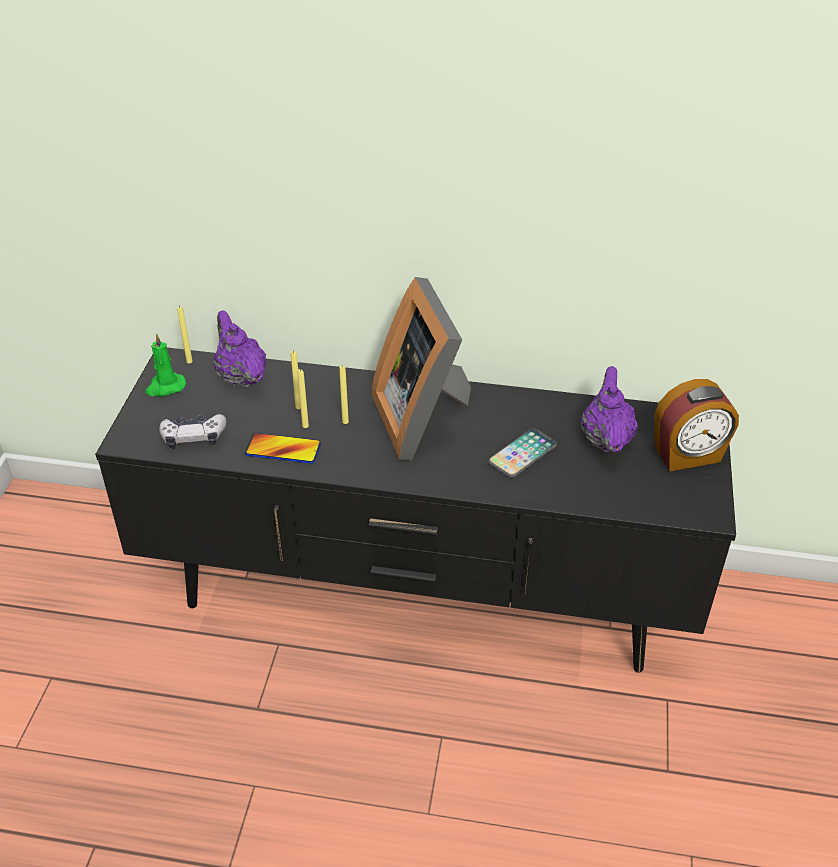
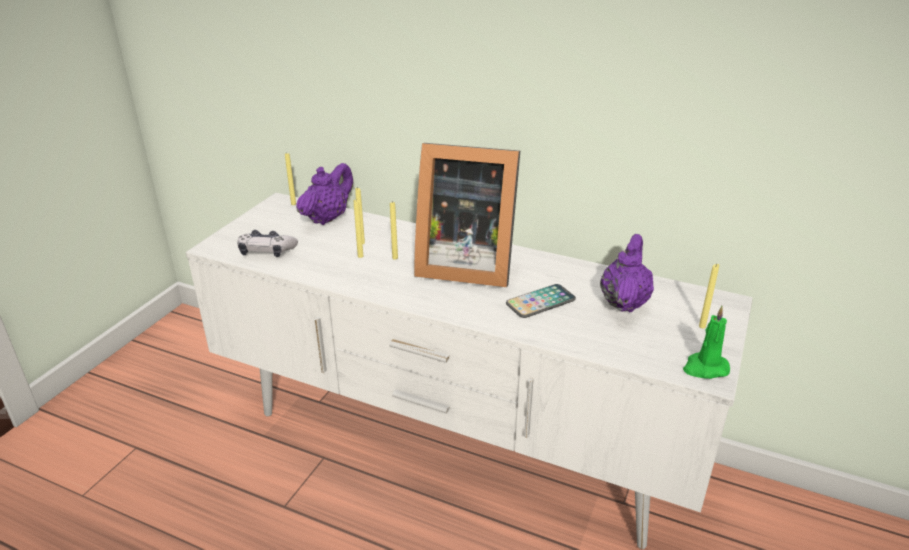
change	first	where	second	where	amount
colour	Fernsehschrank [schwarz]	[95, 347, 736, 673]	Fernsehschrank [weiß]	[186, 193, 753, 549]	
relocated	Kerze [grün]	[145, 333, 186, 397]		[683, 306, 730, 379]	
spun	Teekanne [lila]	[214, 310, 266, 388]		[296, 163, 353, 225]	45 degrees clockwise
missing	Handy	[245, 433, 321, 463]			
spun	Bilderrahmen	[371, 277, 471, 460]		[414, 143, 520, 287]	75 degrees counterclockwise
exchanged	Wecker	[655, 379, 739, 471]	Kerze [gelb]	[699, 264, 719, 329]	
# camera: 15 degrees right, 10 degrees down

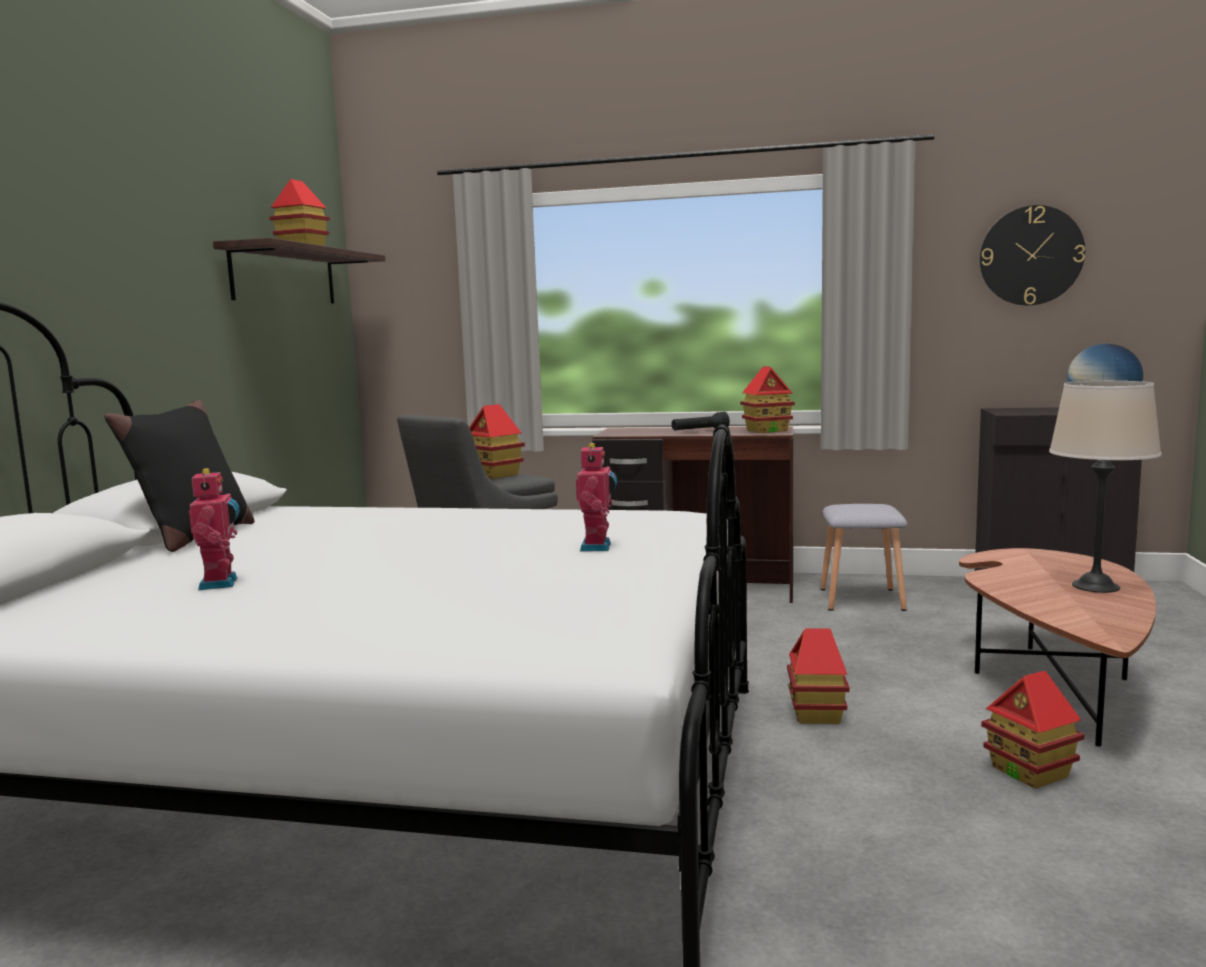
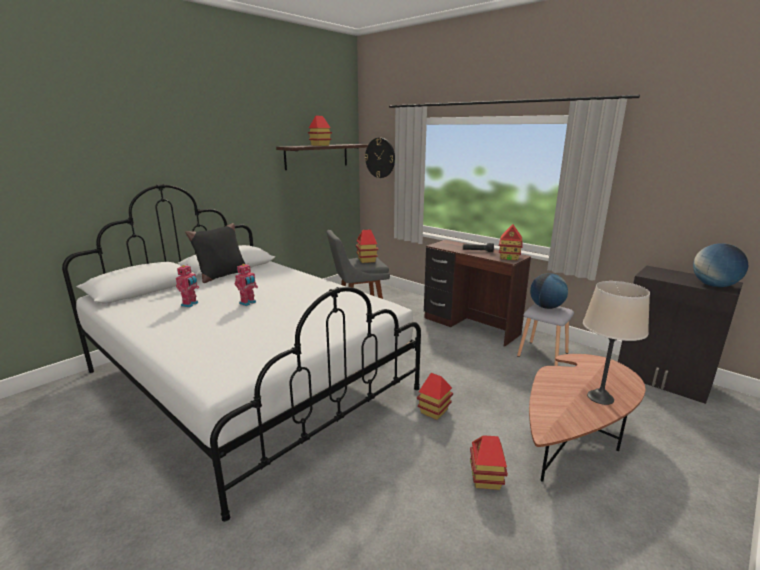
change	first	where	second	where	amount
relocated	Spielzeugroboter	[576, 443, 617, 552]		[235, 263, 258, 306]	
relocated	Wanduhr	[979, 205, 1085, 305]		[365, 138, 395, 178]	
appeared			Globus	[530, 273, 568, 309]	
# camera: 30 degrees right, 10 degrees up

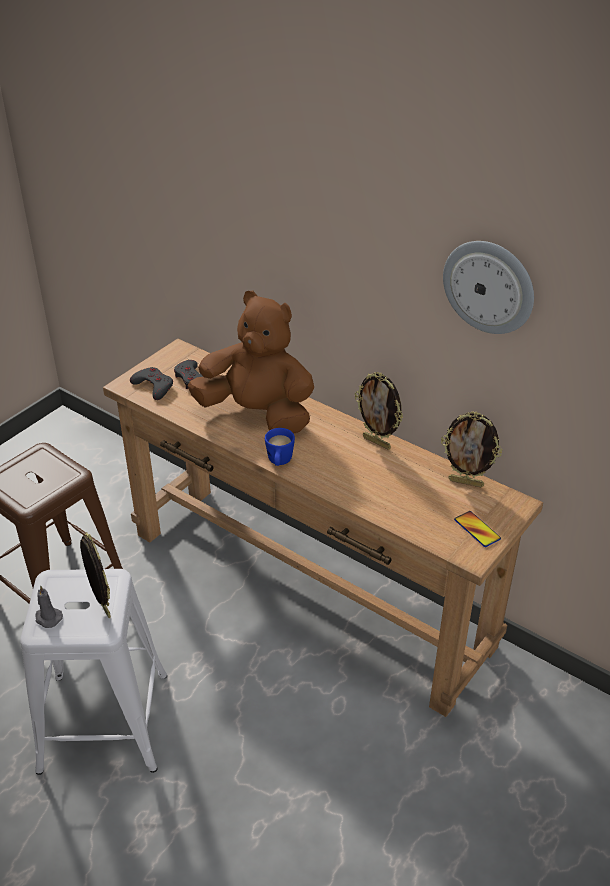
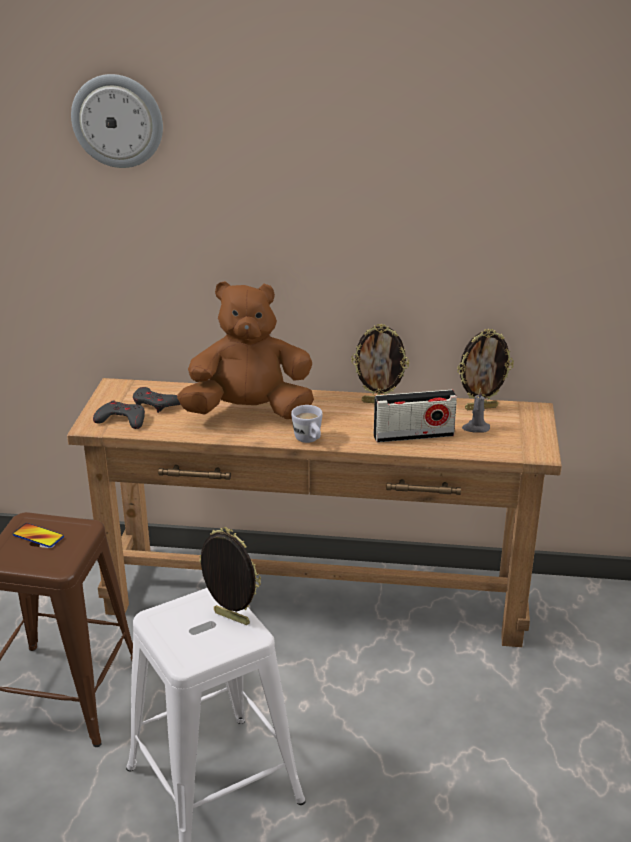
change	first	where	second	where	amount
relocated	Kerze [grau]	[35, 585, 63, 628]		[462, 389, 490, 433]	
colour	Henkelbecher [blau]	[265, 428, 295, 466]	Henkelbecher [weiß]	[291, 405, 323, 443]	
relocated	Wanduhr	[443, 241, 534, 334]		[71, 74, 163, 168]	
relocated	Handy	[454, 511, 501, 547]		[12, 523, 64, 548]	
appeared			Radio	[374, 390, 457, 443]	
# camera: 30 degrees left, 10 degrees down

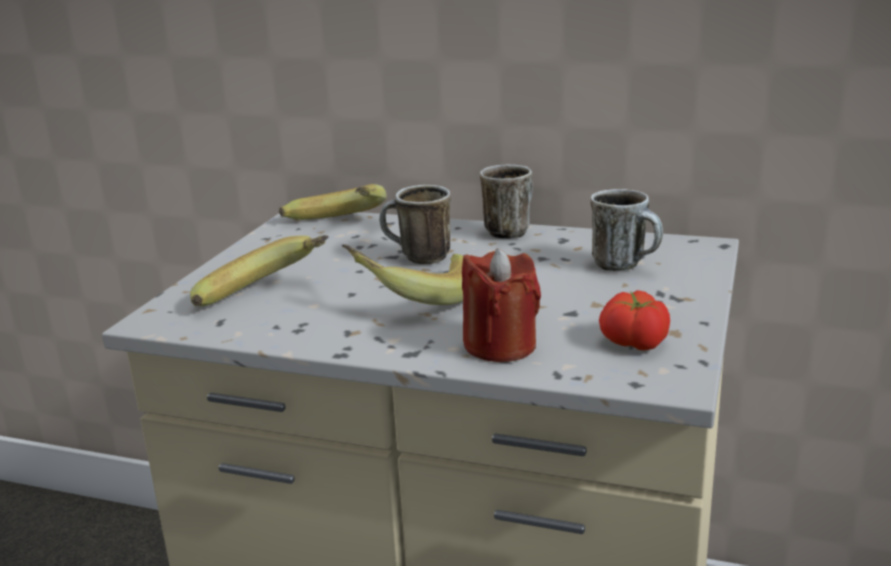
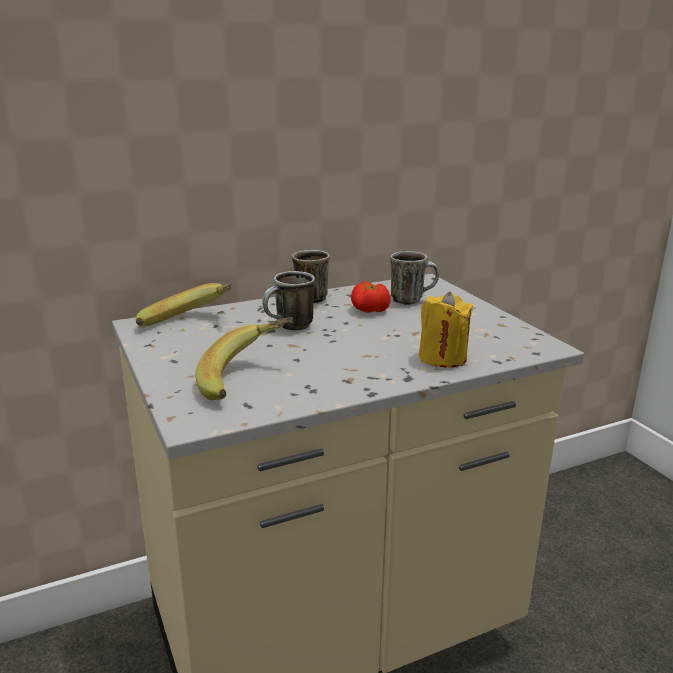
change	first	where	second	where	amount
missing	Banane	[342, 244, 463, 305]			
colour	Kerze [rot]	[462, 248, 541, 362]	Kerze [gelb]	[419, 292, 473, 367]	
relocated	Tomate	[599, 290, 670, 351]		[351, 282, 391, 313]	
# camera: 45 degrees left, 0 degrees up

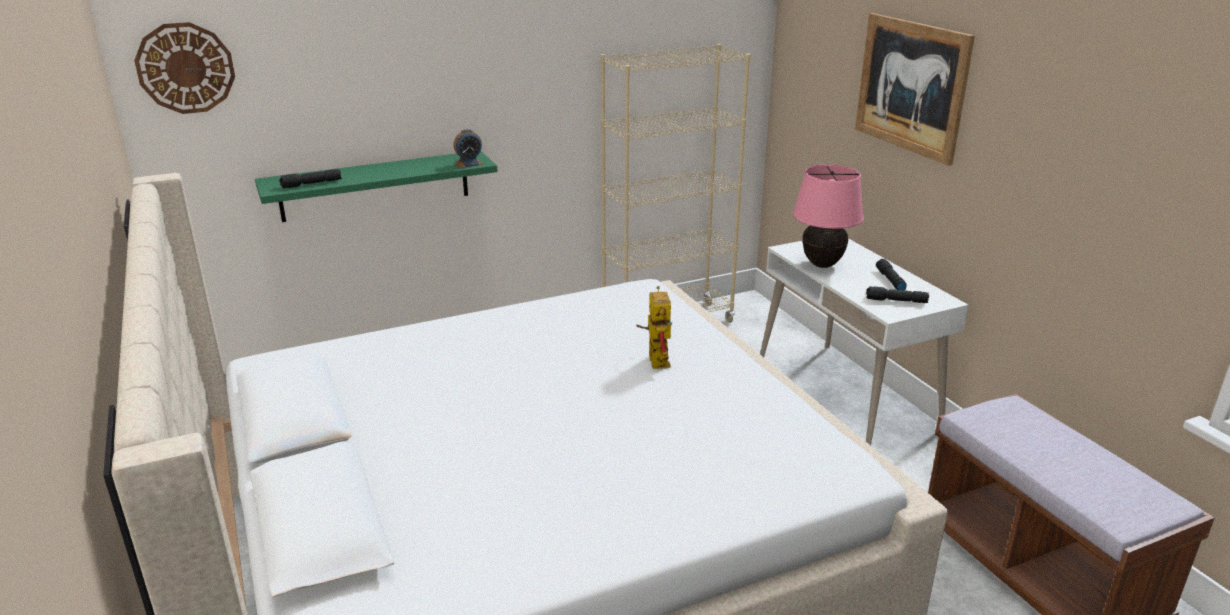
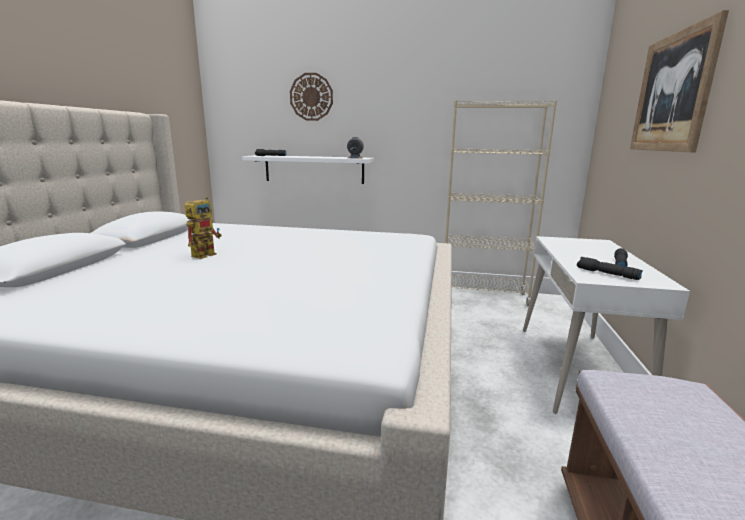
change	first	where	second	where	amount
relocated	Wanduhr	[134, 22, 235, 114]		[290, 73, 333, 121]	
colour	Wandregal [grün]	[255, 151, 498, 222]	Wandregal [weiß]	[242, 155, 374, 184]	
relocated	Spielzeugroboter	[636, 286, 672, 369]		[185, 197, 222, 259]	
missing	Tischlampe [rosa]	[793, 164, 864, 268]			
# camera: 35 degrees right, 10 degrees down

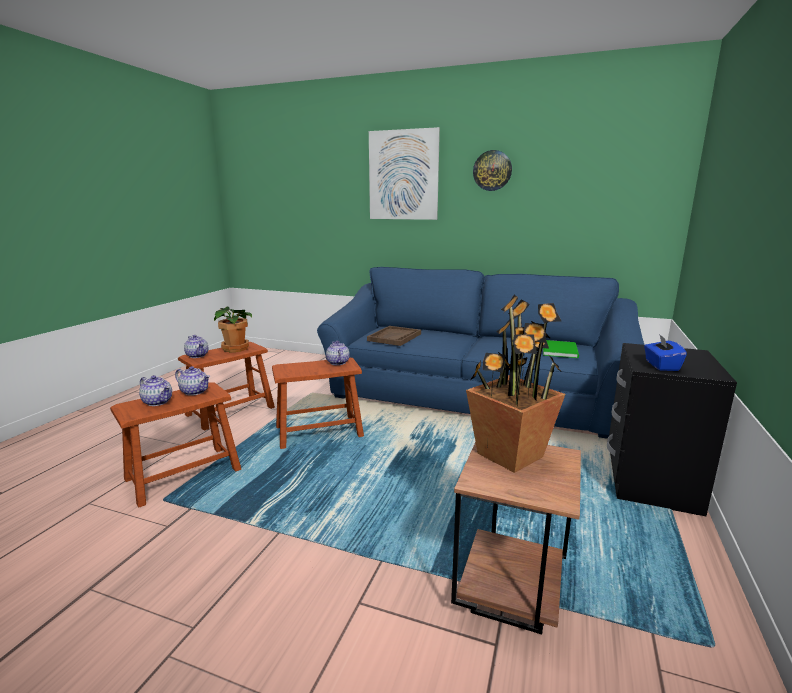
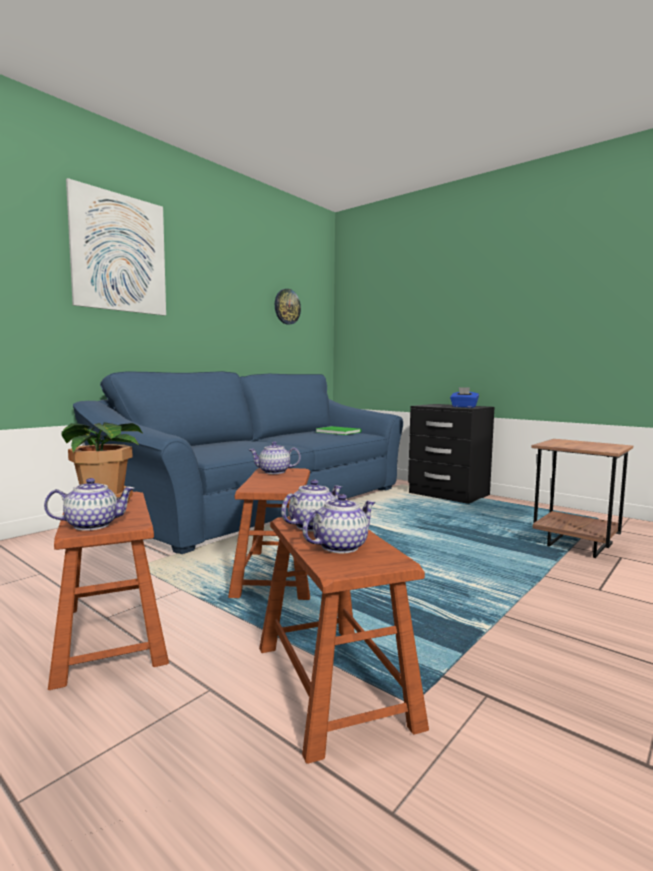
change	first	where	second	where	amount
missing	Tablett [braun]	[367, 326, 421, 346]			
missing	Topfpflanze	[466, 295, 565, 473]			
relocated	Wanduhr	[473, 150, 512, 191]		[275, 289, 301, 325]	
# camera: 70 degrees left, 10 degrees down

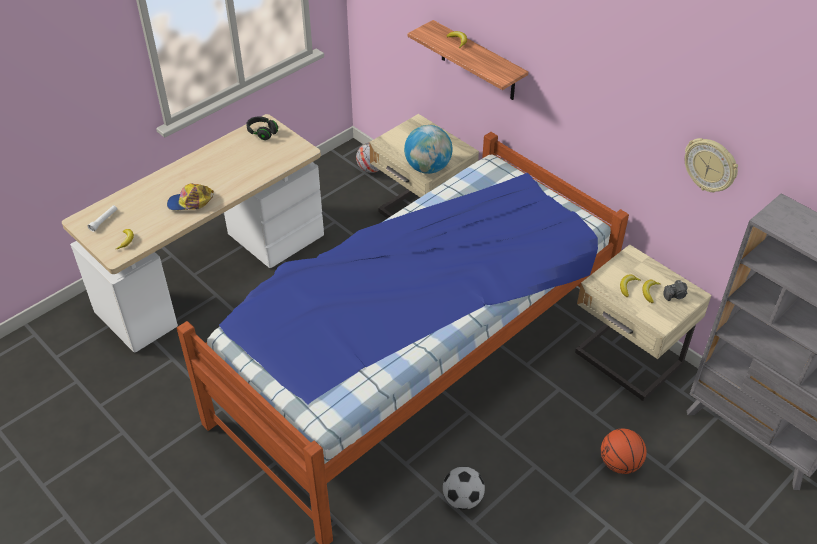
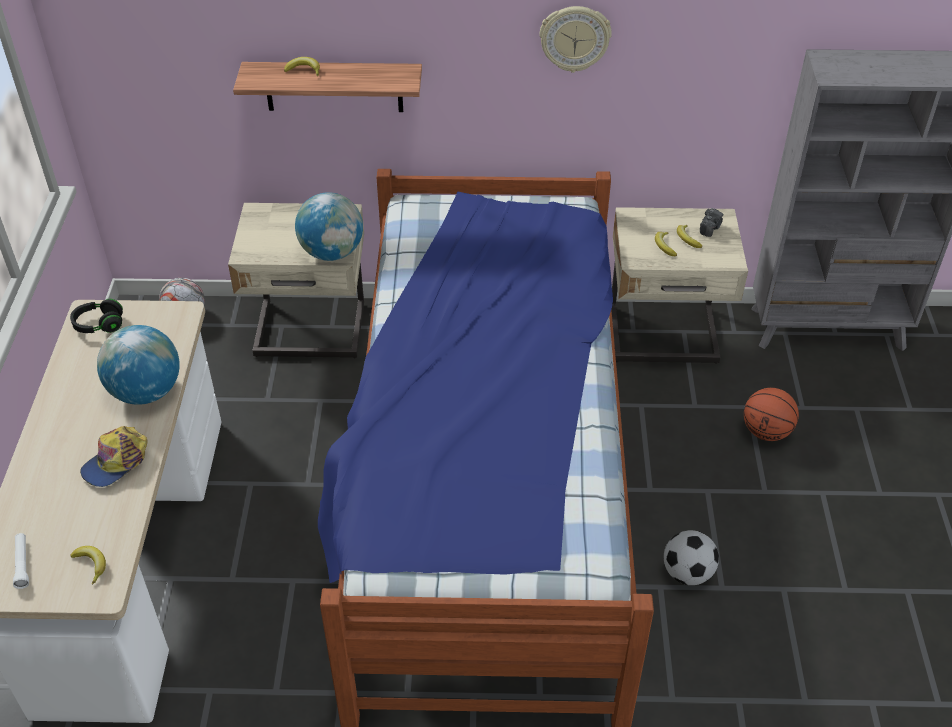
change	first	where	second	where	amount
relocated	Wanduhr	[685, 138, 738, 192]		[540, 6, 612, 73]	
appeared			Globus	[97, 325, 180, 405]	
# camera: 45 degrees left, 0 degrees up

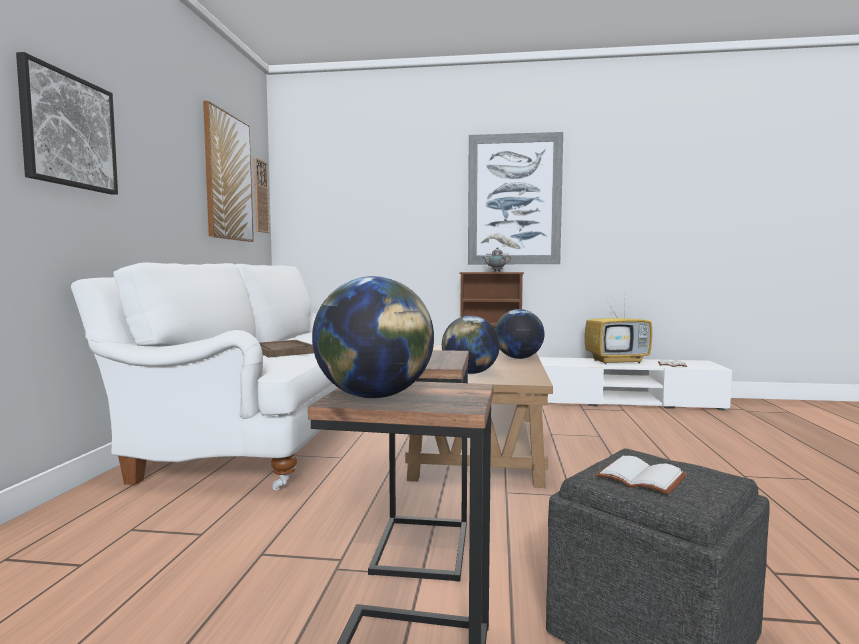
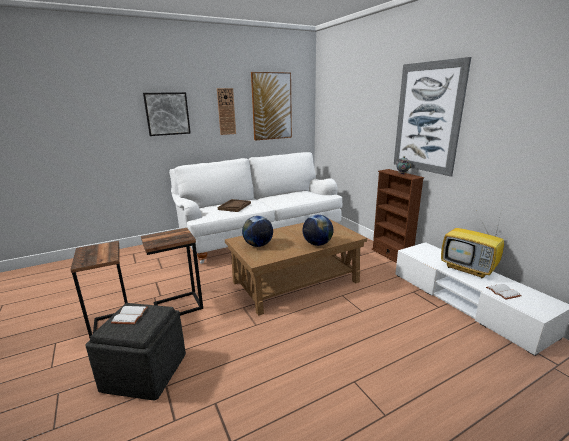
change	first	where	second	where	amount
relocated	Wanduhr	[254, 157, 270, 233]		[217, 88, 236, 135]	
missing	Globus	[312, 276, 434, 399]			
# camera: 55 degrees right, 15 degrees up

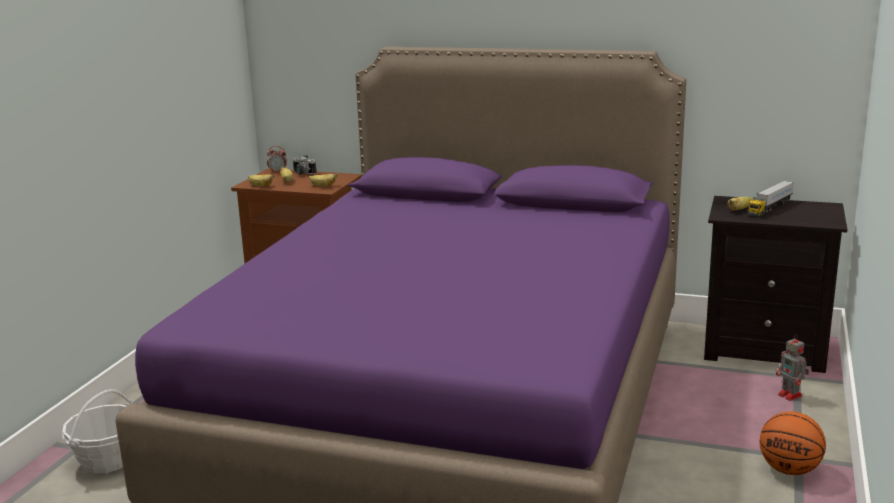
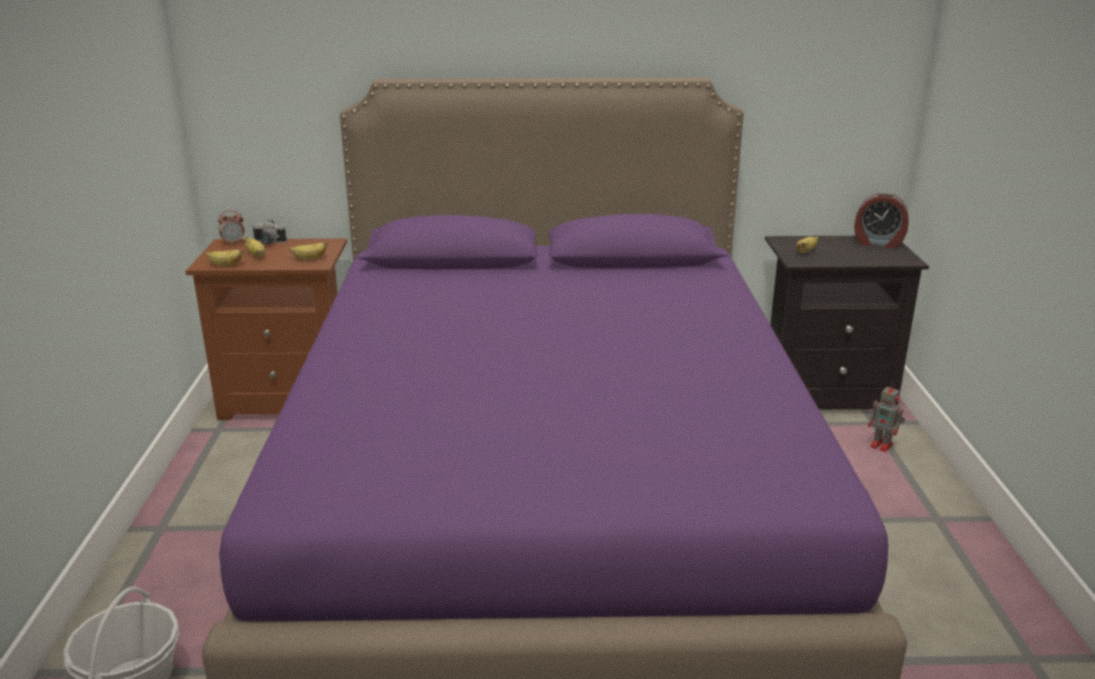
change	first	where	second	where	amount
missing	Spielzeuglaster	[748, 180, 794, 216]			
missing	Basketball	[760, 411, 826, 475]			
appeared			Wecker	[854, 192, 909, 248]	
# camera: 20 degrees left, 5 degrees up

